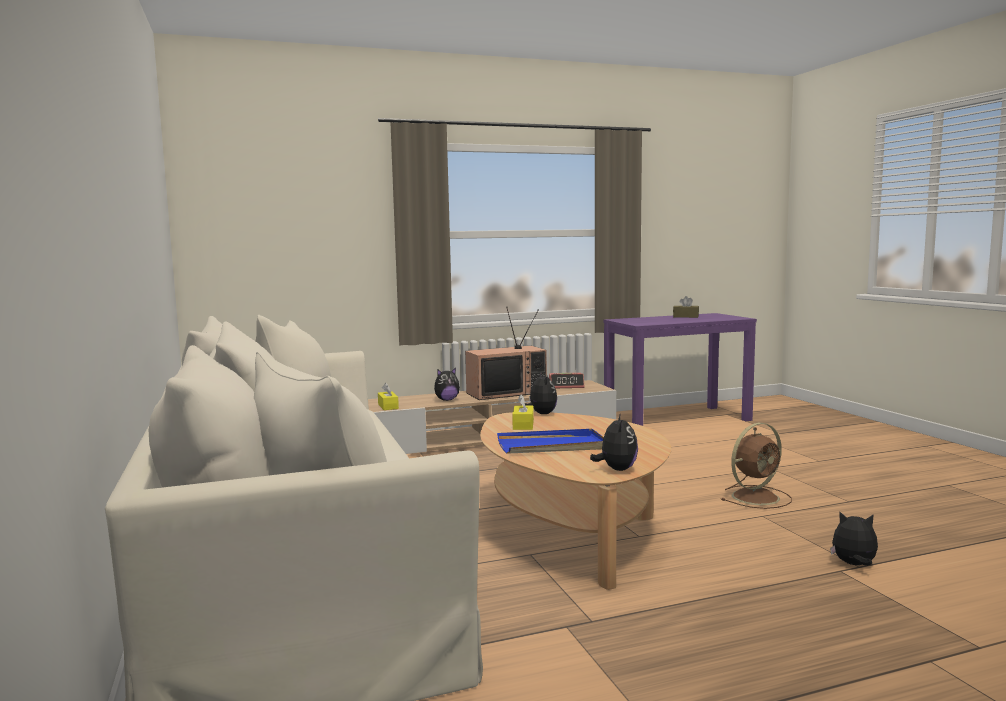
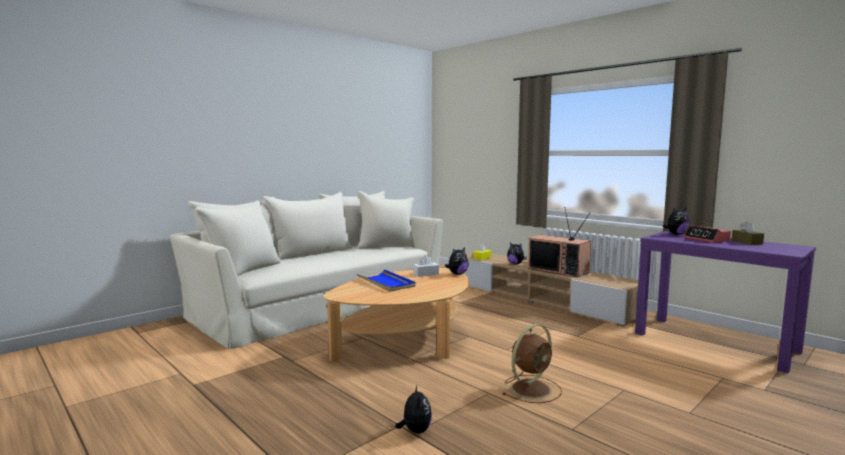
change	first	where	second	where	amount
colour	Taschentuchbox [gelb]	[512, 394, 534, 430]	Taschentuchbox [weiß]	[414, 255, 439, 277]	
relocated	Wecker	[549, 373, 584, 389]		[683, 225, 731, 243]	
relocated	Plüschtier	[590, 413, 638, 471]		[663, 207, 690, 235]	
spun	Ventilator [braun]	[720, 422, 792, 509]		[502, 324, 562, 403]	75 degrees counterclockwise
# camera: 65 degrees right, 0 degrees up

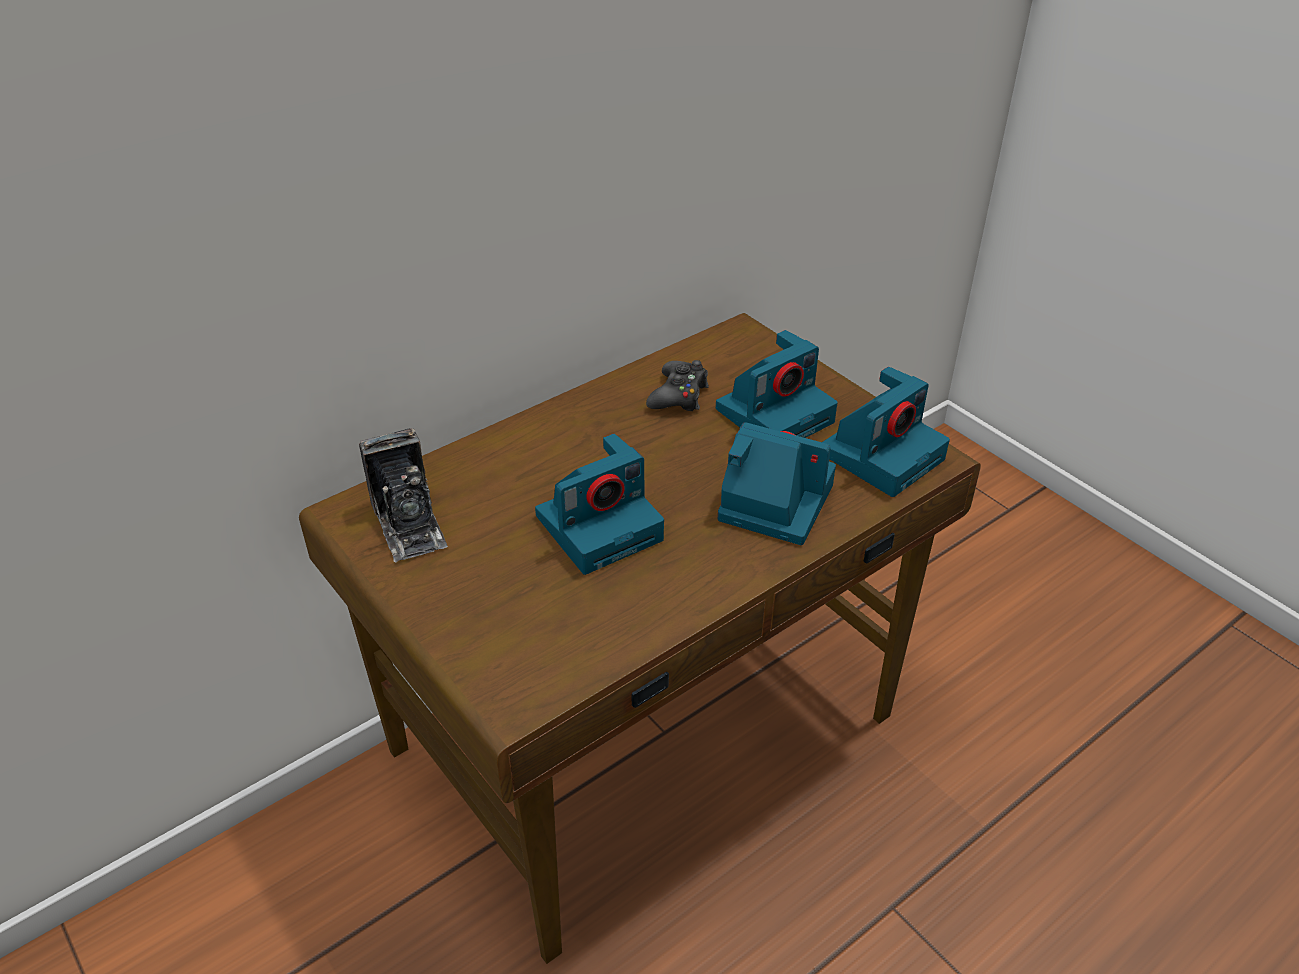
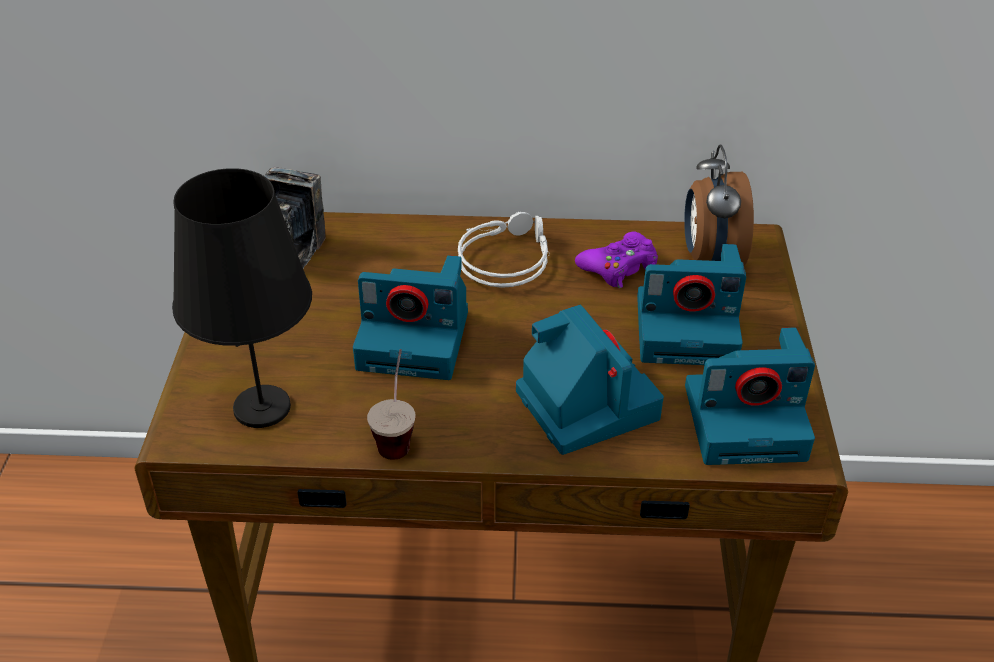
change	first	where	second	where	amount
colour	Gamepad [schwarz]	[646, 360, 709, 411]	Gamepad [lila]	[575, 232, 658, 288]	
appeared			Tischlampe [schwarz]	[172, 168, 312, 428]	
appeared			Tasse	[367, 349, 416, 460]	
appeared			Kopfhörer [grau]	[458, 211, 550, 288]	
appeared			Wecker	[684, 145, 754, 266]	
# camera: 40 degrees right, 0 degrees up

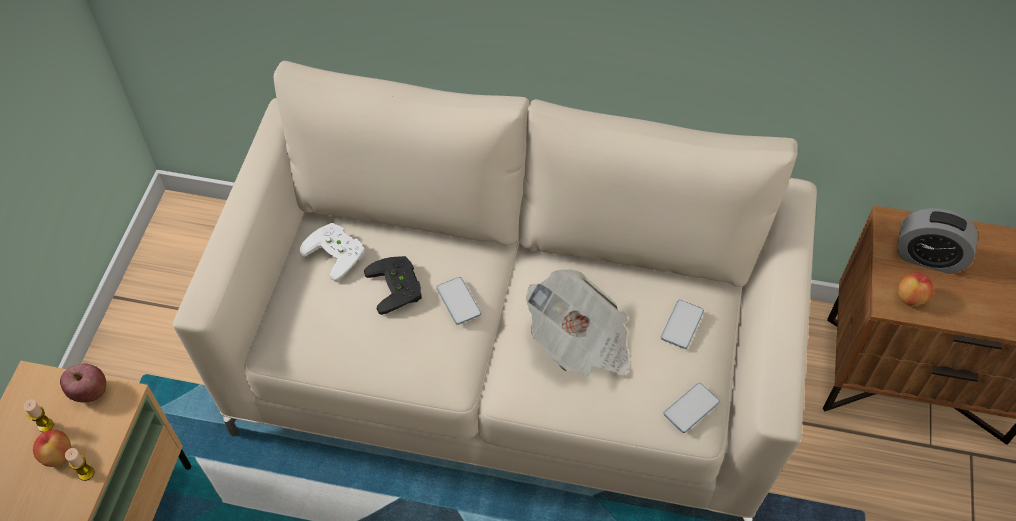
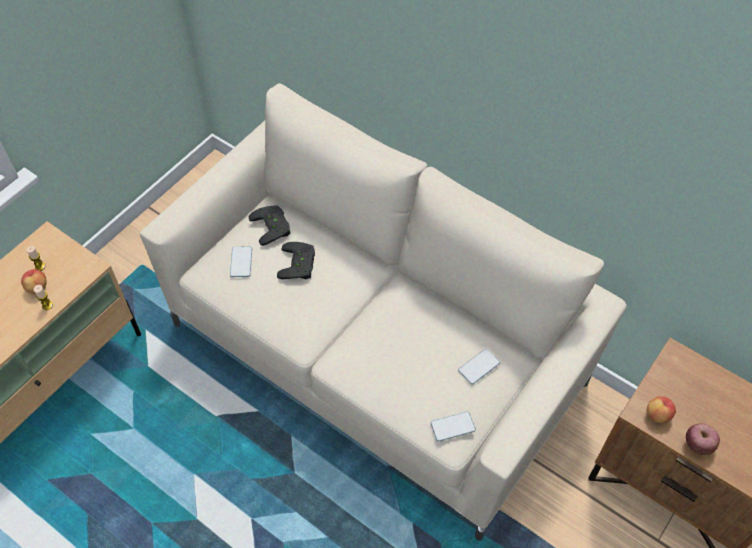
change	first	where	second	where	amount
relocated	Apfel	[60, 364, 106, 402]		[686, 424, 720, 455]	
colour	Gamepad [weiß]	[299, 223, 365, 282]	Gamepad [schwarz]	[249, 205, 291, 246]	
relocated	Handy	[436, 277, 481, 325]		[230, 246, 252, 277]	
missing	Zeitung	[526, 270, 629, 376]			
missing	Wecker	[897, 208, 978, 274]			
# camera: 25 degrees right, 0 degrees up

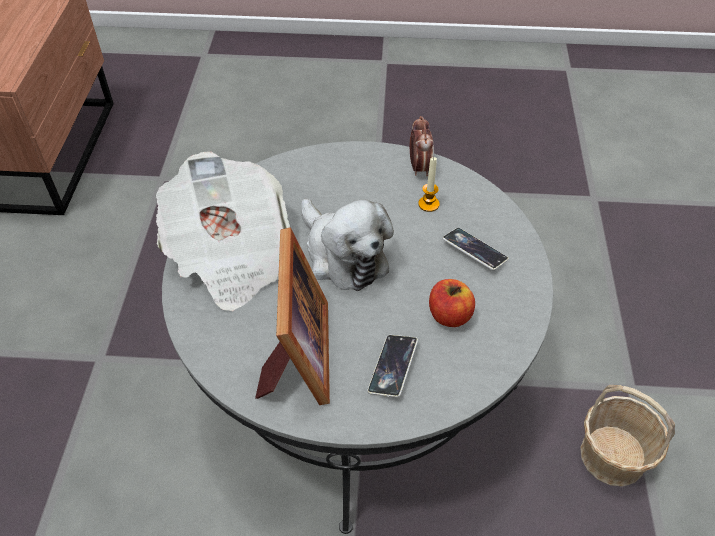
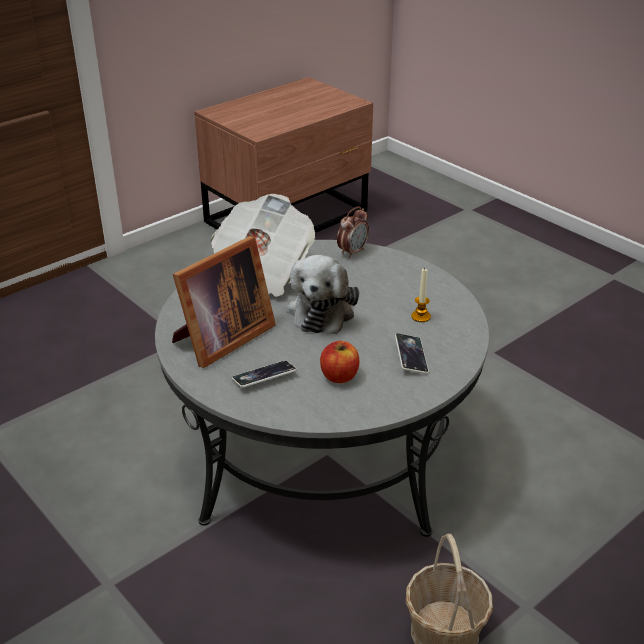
change	first	where	second	where	amount
relocated	Wecker	[410, 116, 434, 176]		[337, 206, 369, 258]	
# camera: 45 degrees right, 15 degrees down

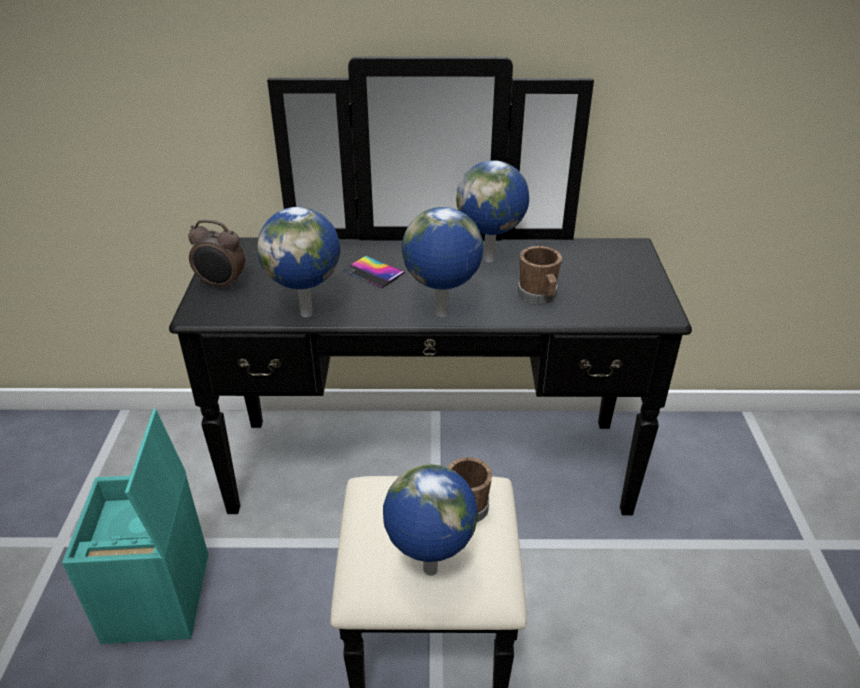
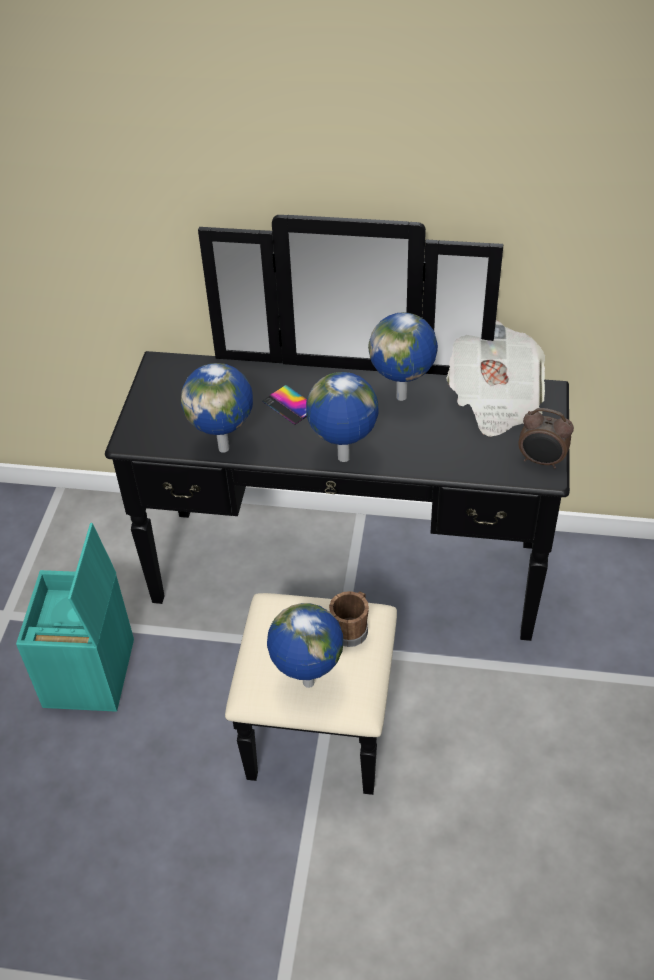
change	first	where	second	where	amount
relocated	Wecker	[188, 219, 245, 290]		[518, 408, 574, 469]	
missing	Henkelbecher [braun]	[518, 246, 562, 305]			
appeared			Zeitung	[447, 320, 545, 437]	
# camera: 10 degrees right, 10 degrees up

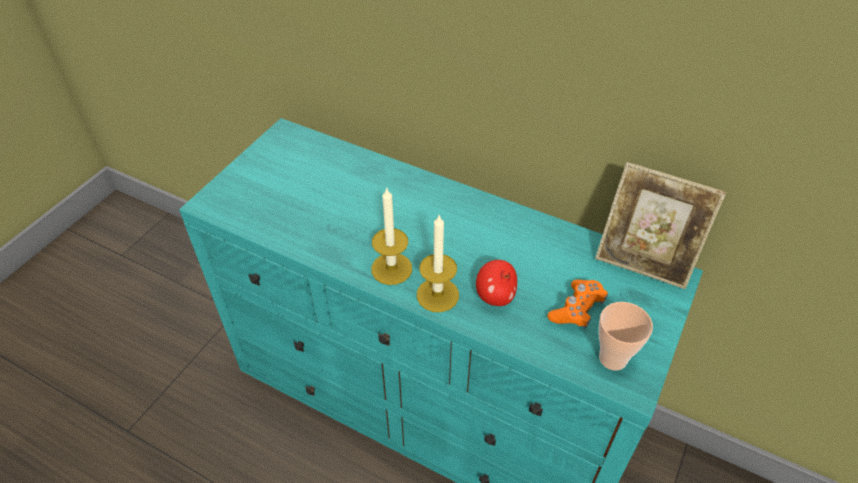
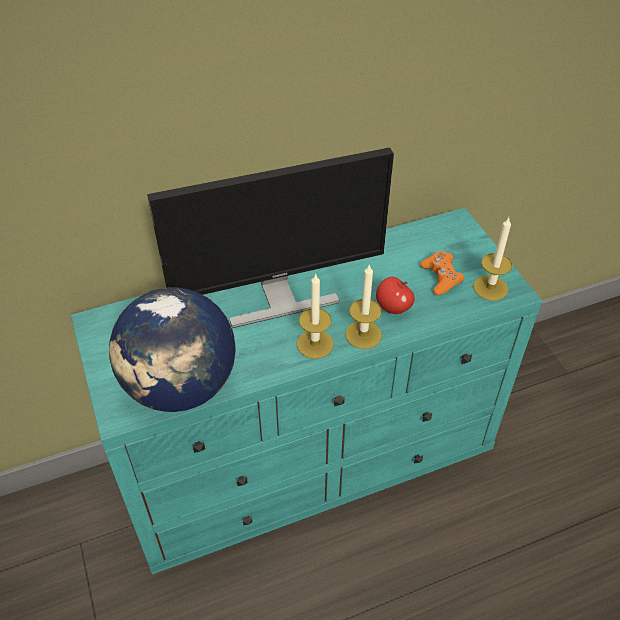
change	first	where	second	where	amount
missing	Bilderrahmen	[595, 162, 726, 289]			
exchanged	Tasse	[599, 302, 653, 371]	Kerze	[473, 218, 512, 301]	
appeared			Globus	[109, 287, 236, 412]	
appeared			Monitor	[147, 147, 394, 328]	
# camera: 50 degrees left, 0 degrees up

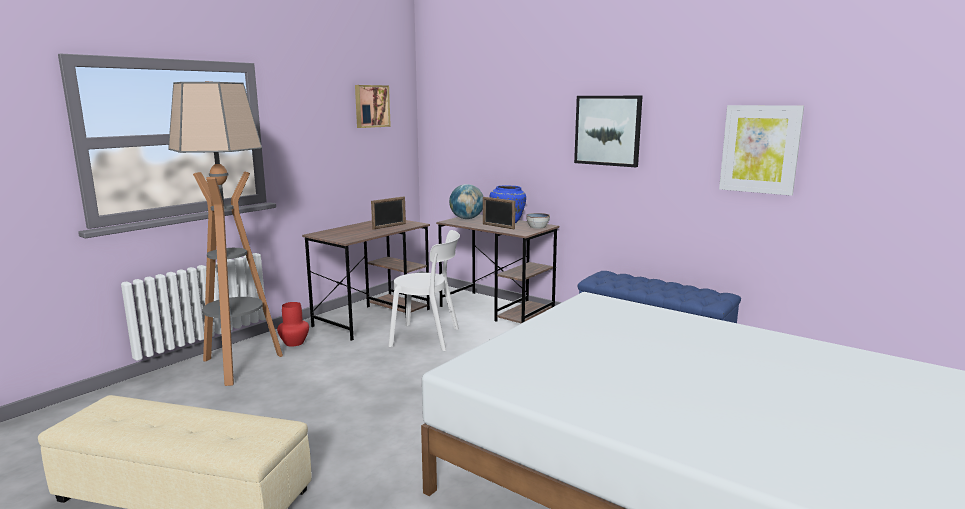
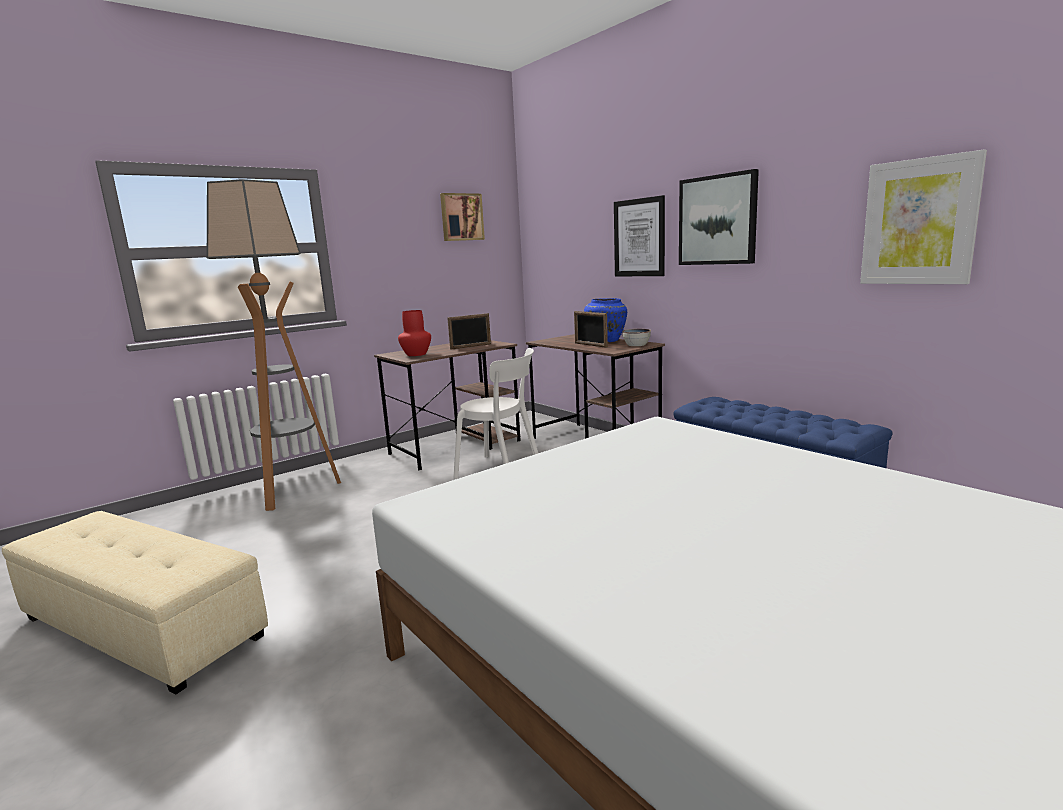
change	first	where	second	where	amount
relocated	Vase [rot]	[277, 302, 309, 347]		[398, 310, 431, 356]	
missing	Globus	[449, 184, 483, 219]			
appeared			Bild	[614, 195, 665, 276]	
# camera: 15 degrees right, 0 degrees up

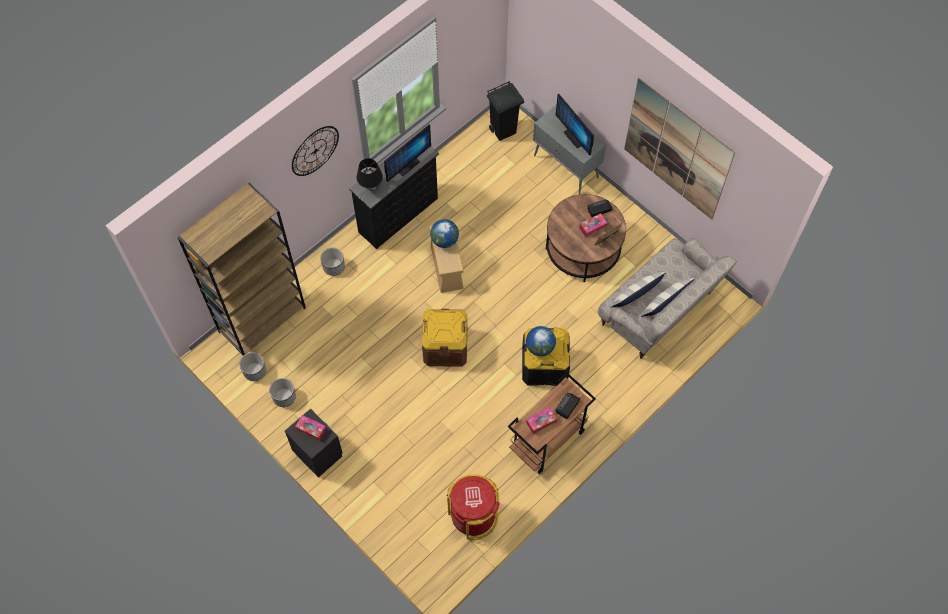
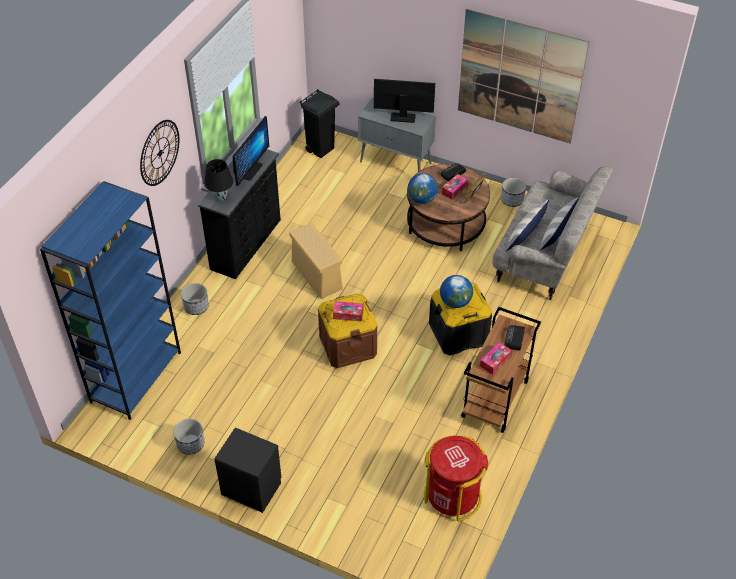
change	first	where	second	where	amount
colour	Bücherregal [braun]	[178, 183, 306, 356]	Bücherregal [blau]	[40, 181, 181, 420]	
relocated	Pflanzkübel	[239, 352, 266, 381]		[501, 178, 526, 207]	
relocated	Taschentuchbox	[295, 415, 327, 441]		[333, 301, 364, 322]	
relocated	Globus	[430, 219, 459, 248]		[408, 173, 438, 204]	
spun	Monitor	[556, 94, 594, 156]		[374, 79, 435, 123]	150 degrees clockwise
# camera: 20 degrees left, 15 degrees down

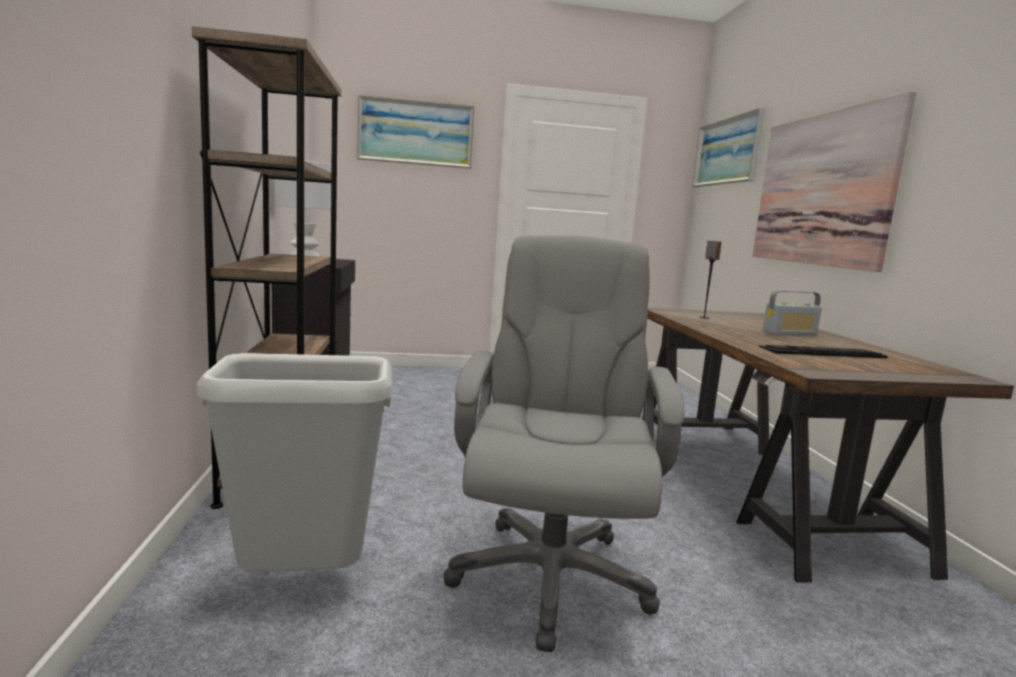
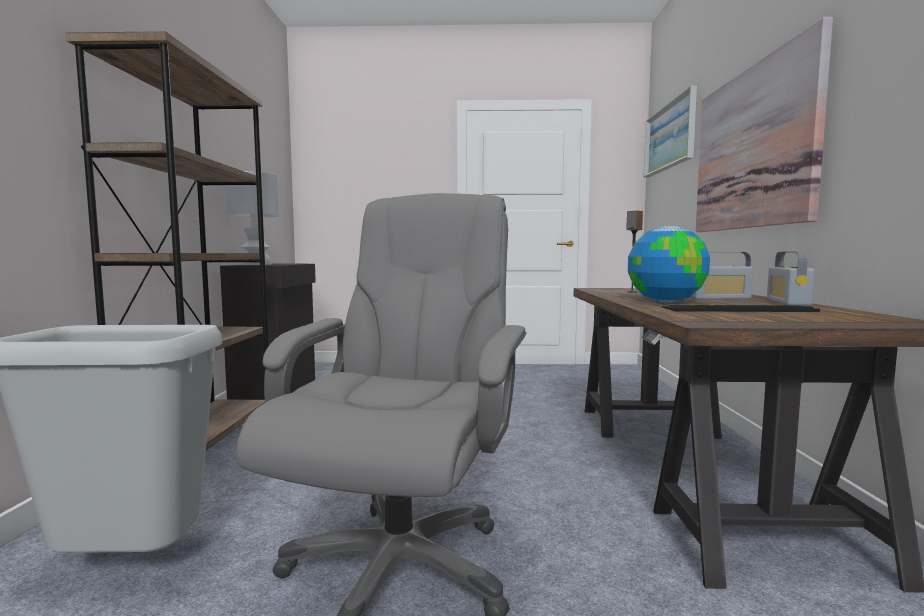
change	first	where	second	where	amount
missing	Bild	[357, 95, 474, 169]			
appeared			Globus	[628, 226, 710, 303]	
appeared			Radio	[767, 251, 815, 306]	
# camera: 10 degrees right, 5 degrees down

